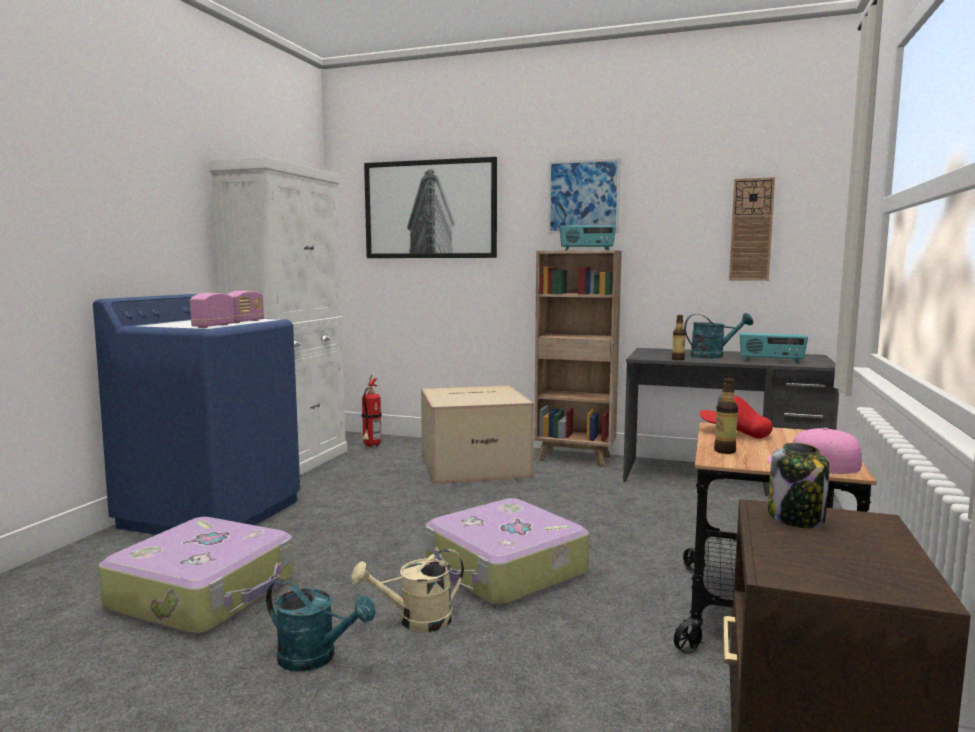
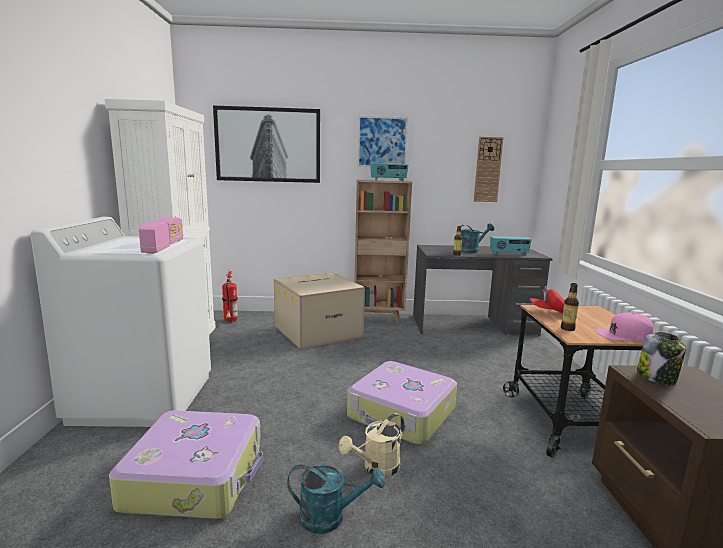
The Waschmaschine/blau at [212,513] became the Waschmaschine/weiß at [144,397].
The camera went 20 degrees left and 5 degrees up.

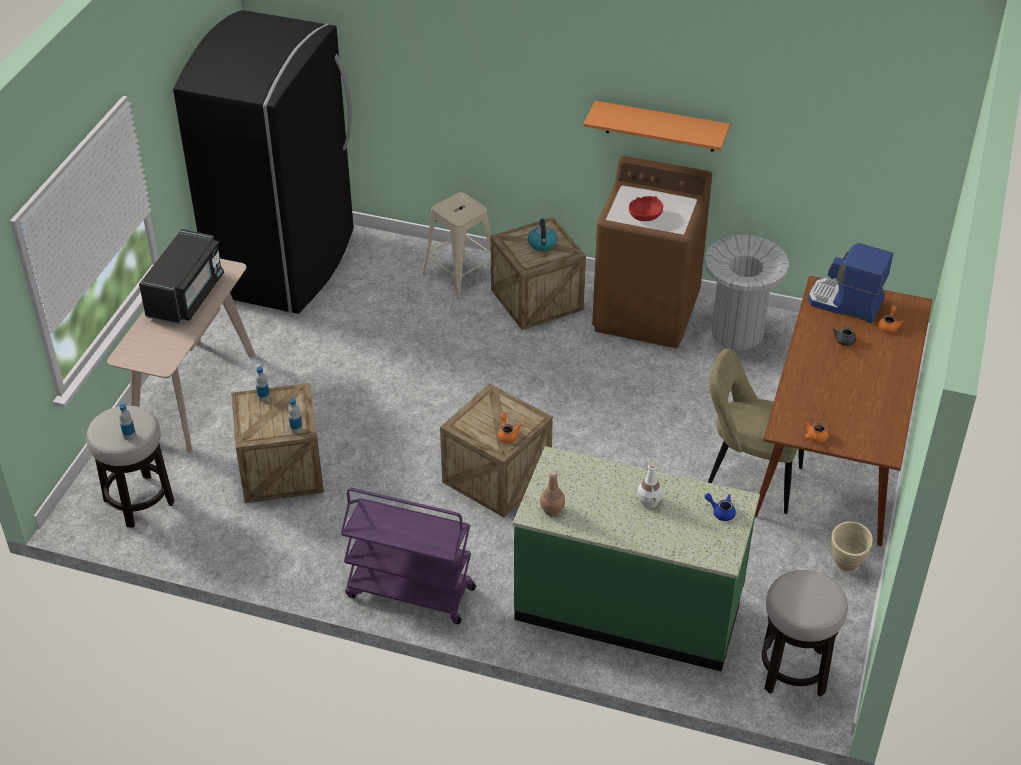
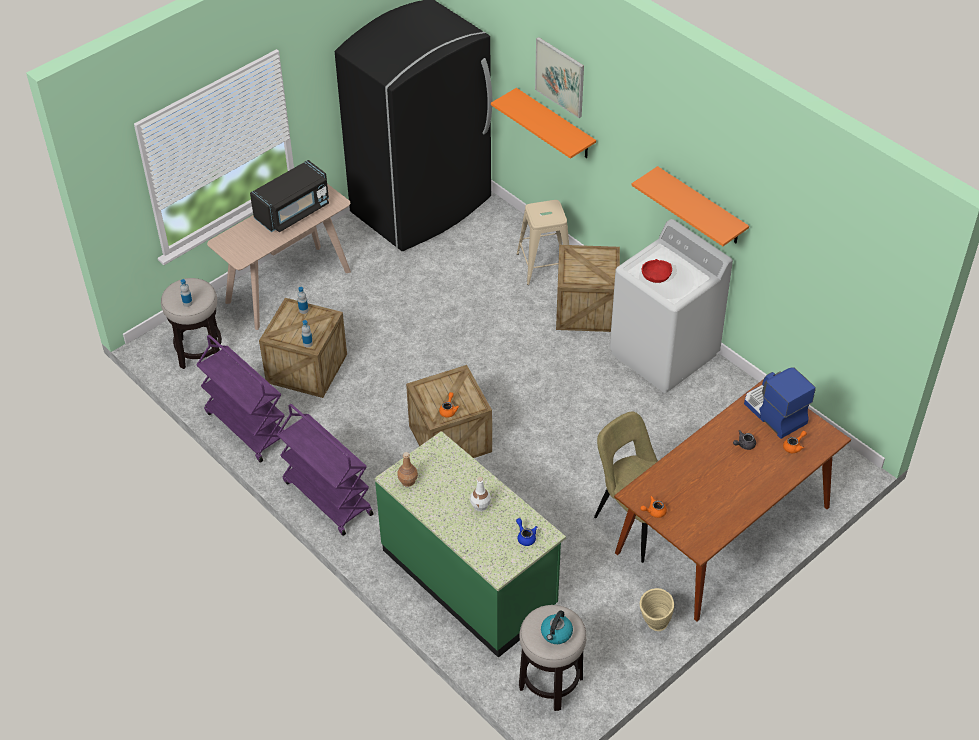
The Mülleimer/grau at [736,337] disappeared.
The Rollwagen/lila at [246,427] appeared.
The Wandregal/orange at [555,124] appeared.
The Bild at [560,77] appeared.
The Wasserkessel moved from [542,244] to [556,634].
The Waschmaschine/braun at [647,312] became the Waschmaschine/weiß at [664,354].
The camera went 30 degrees right and 5 degrees up.

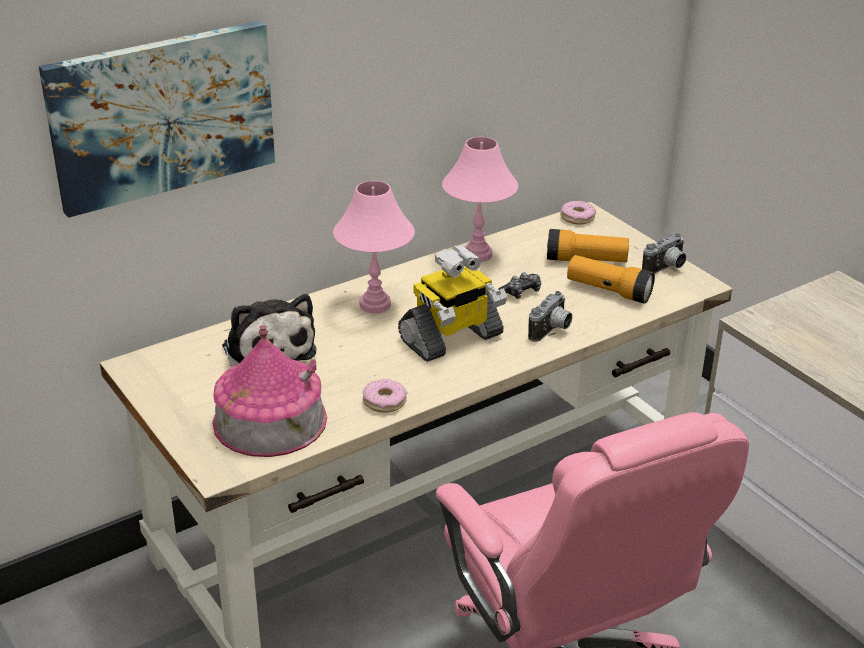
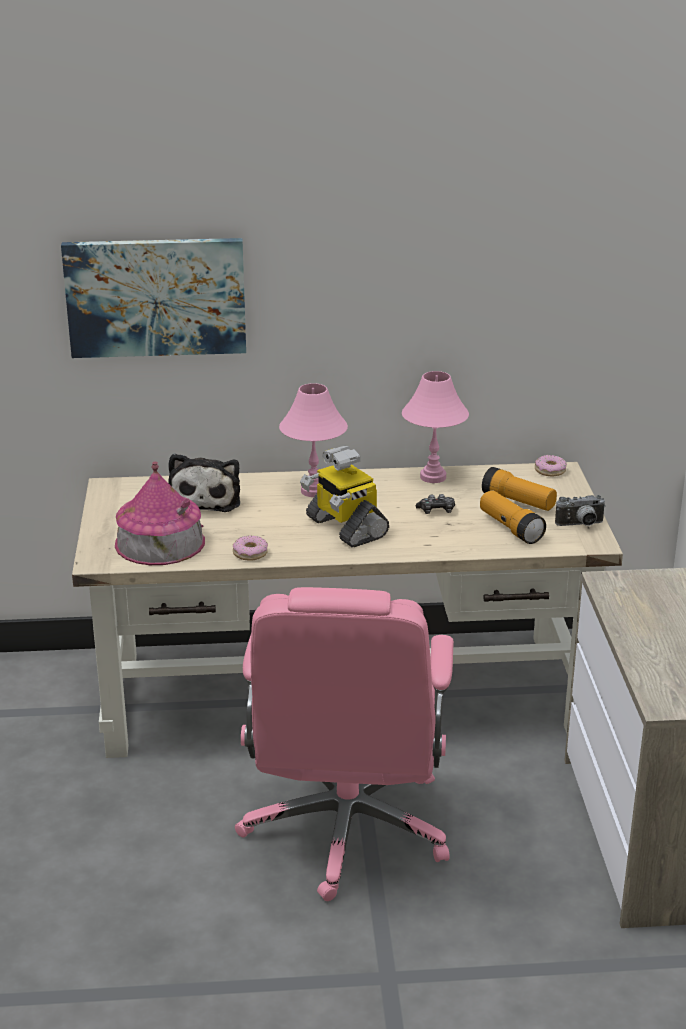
The Kamera at [552,331] disappeared.
The Spielzeugroboter at [451,339] turned 60 degrees clockwise.
The camera went 30 degrees right and 5 degrees down.

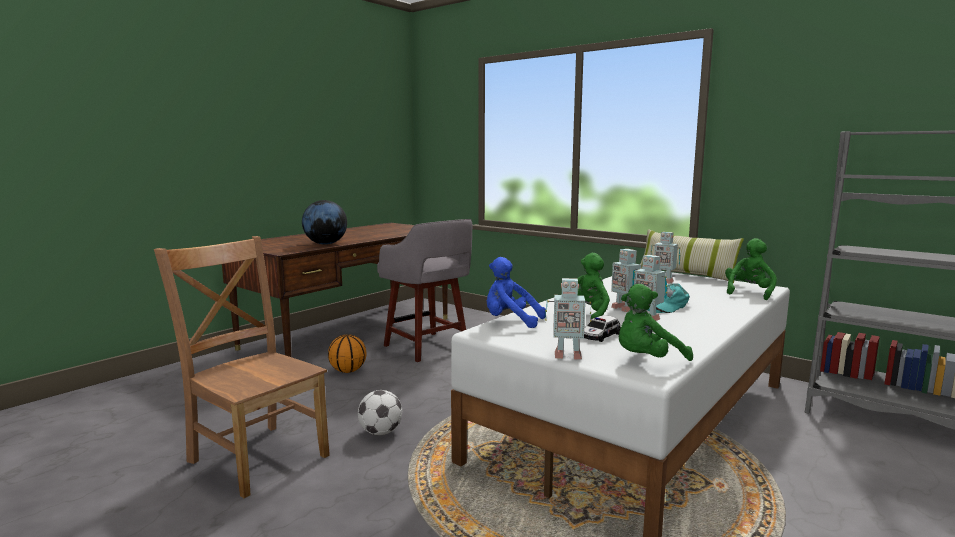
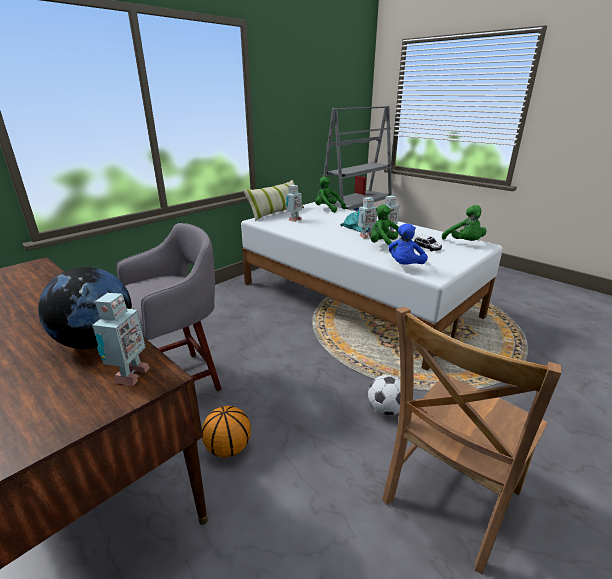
The Spielzeugroboter moved from [566,355] to [129,376].
The camera went 85 degrees left and 15 degrees up.

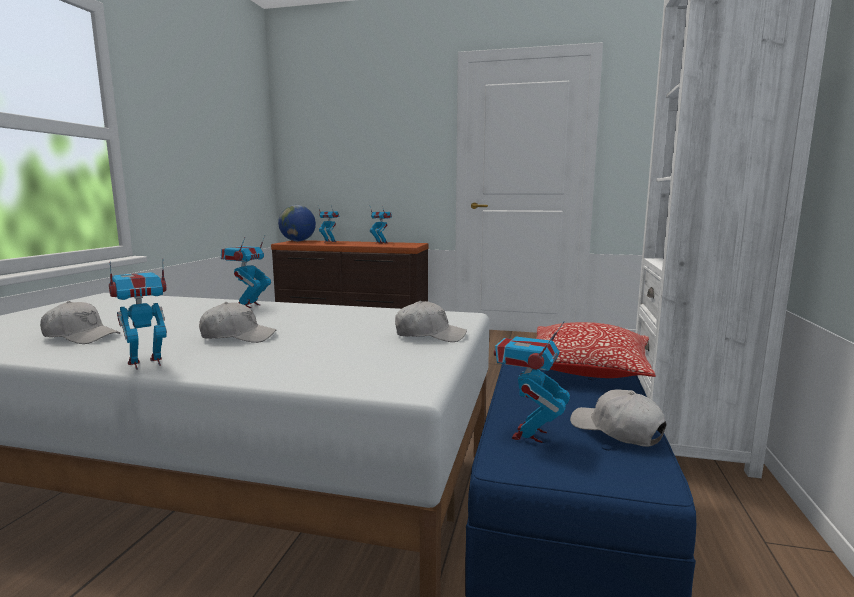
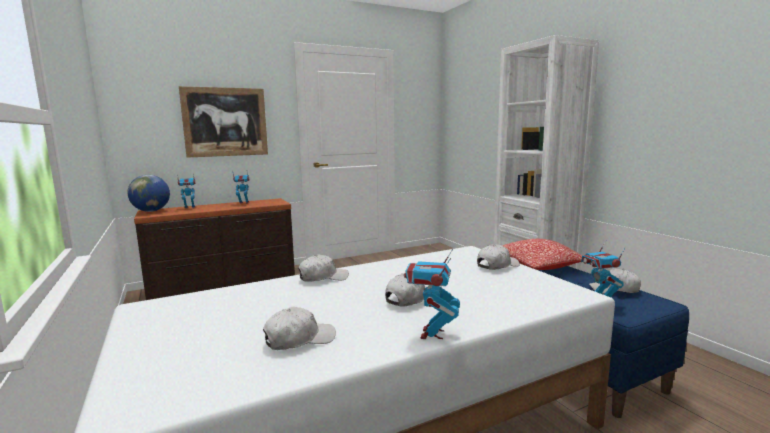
The Bild at [225,122] appeared.
The Spielzeugroboter at [248,305] was replaced by the Kappe/weiß at [323,277].
The camera went 40 degrees left and 0 degrees up.

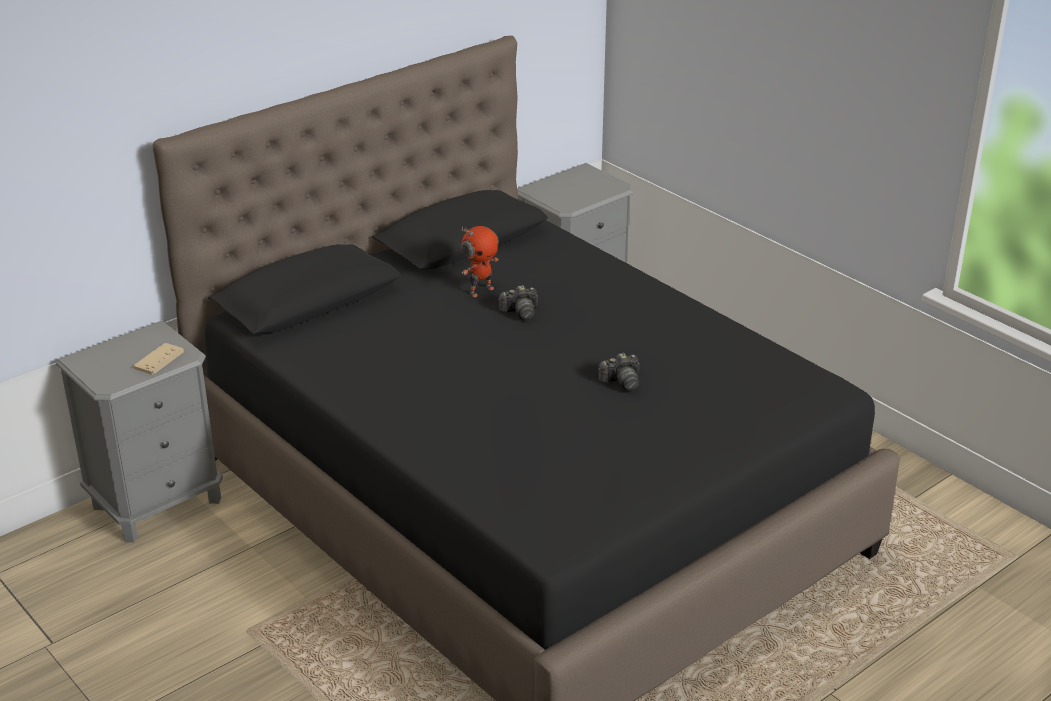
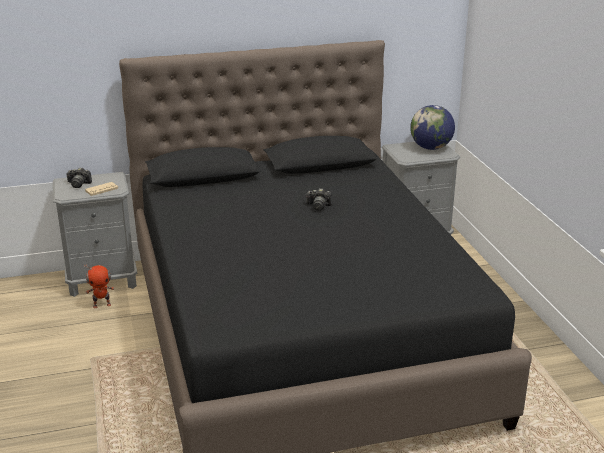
The Globus at [431,148] appeared.
The Spielzeugroboter moved from [480,290] to [102,305].
The Kamera moved from [621,382] to [79,184].
The camera went 25 degrees right and 5 degrees down.

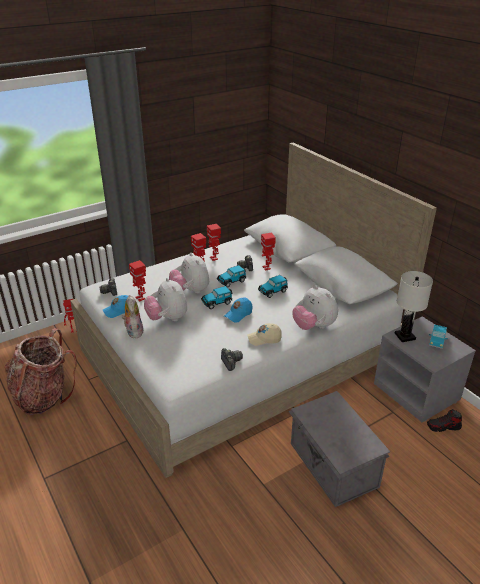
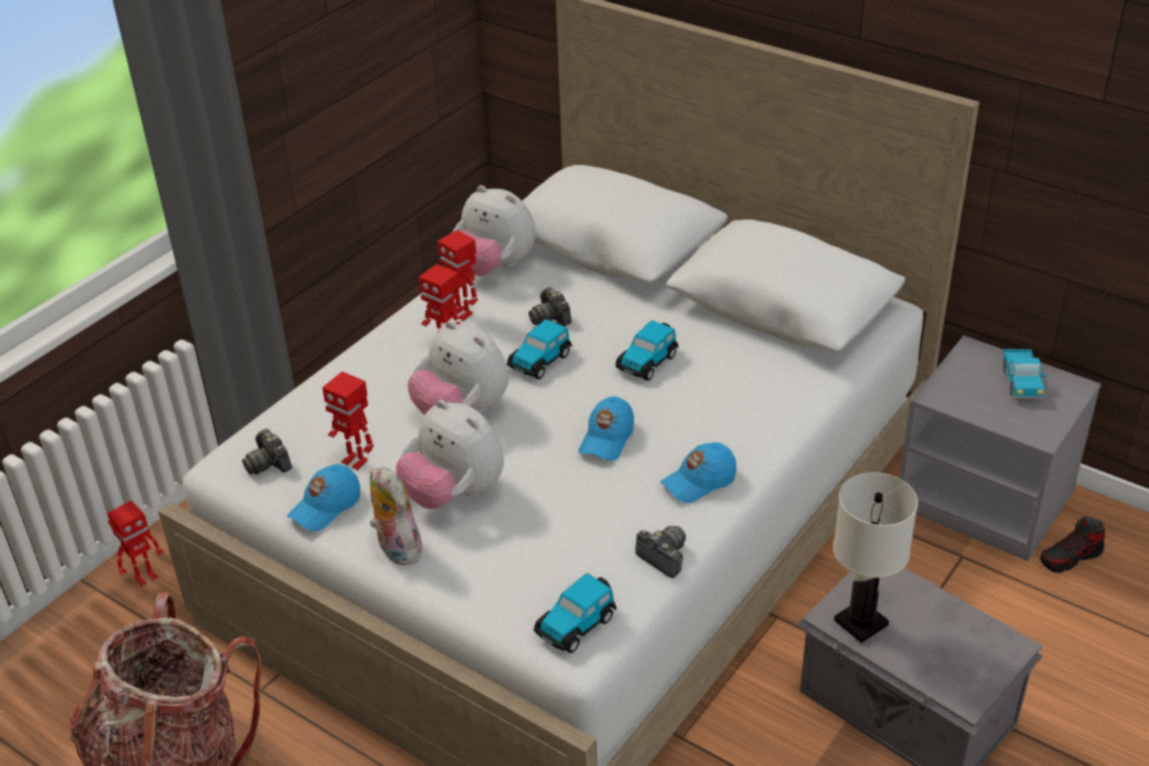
The Spielzeugroboter at [267,268] disappeared.
The Spielzeugauto moved from [217,302] to [577,624].
The Plüschtier moved from [313,326] to [494,267].
The Tischlampe/weiß moved from [404,336] to [861,623].
The Kappe/beige at [264,339] became the Kappe/blau at [699,481].
The camera went 20 degrees left and 5 degrees up.

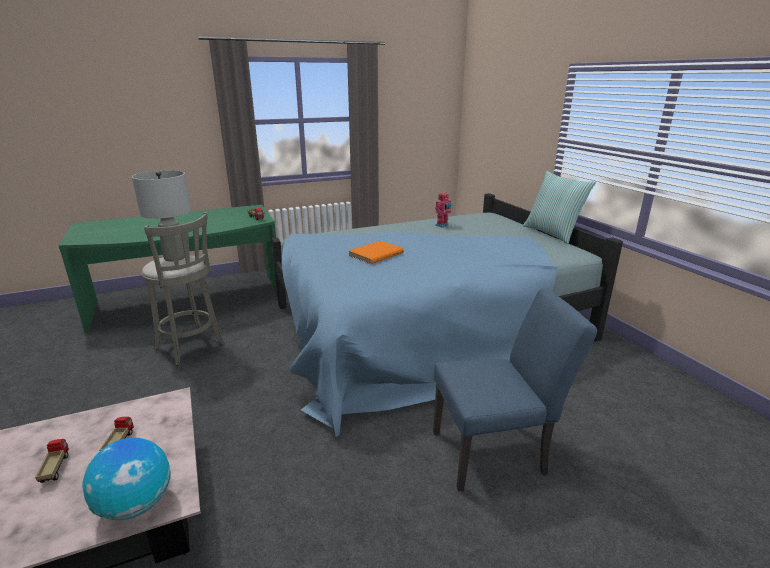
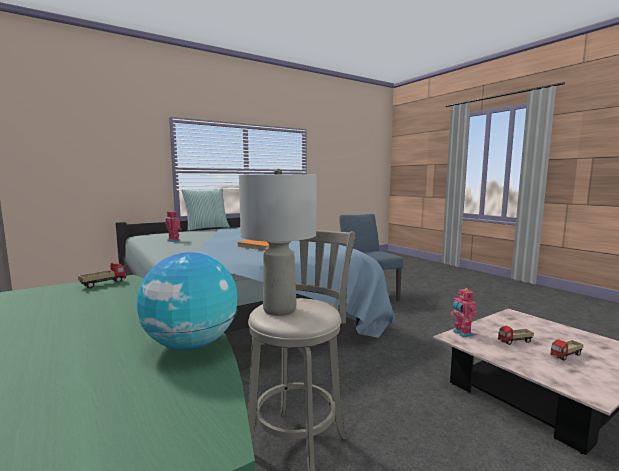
The Spielzeugroboter at [461,333] appeared.
The Globus moved from [136,505] to [192,344].
The camera went 100 degrees left and 15 degrees down.

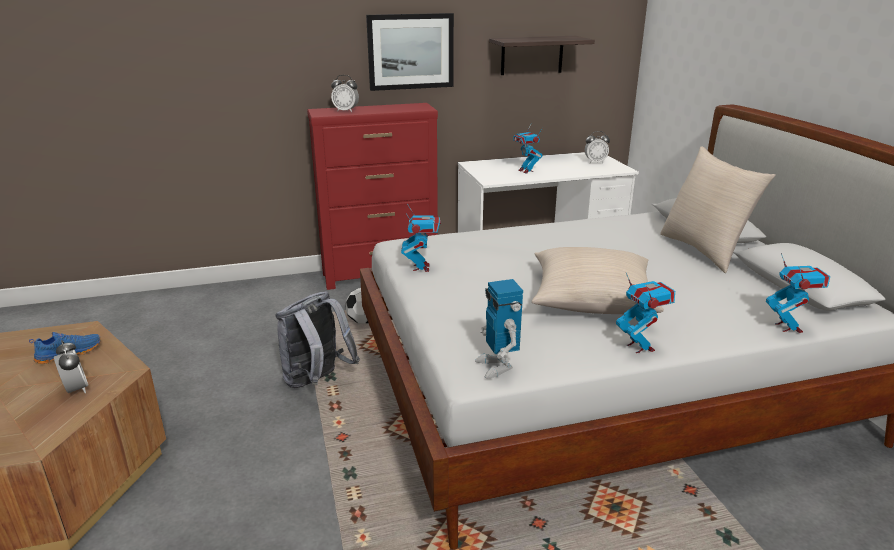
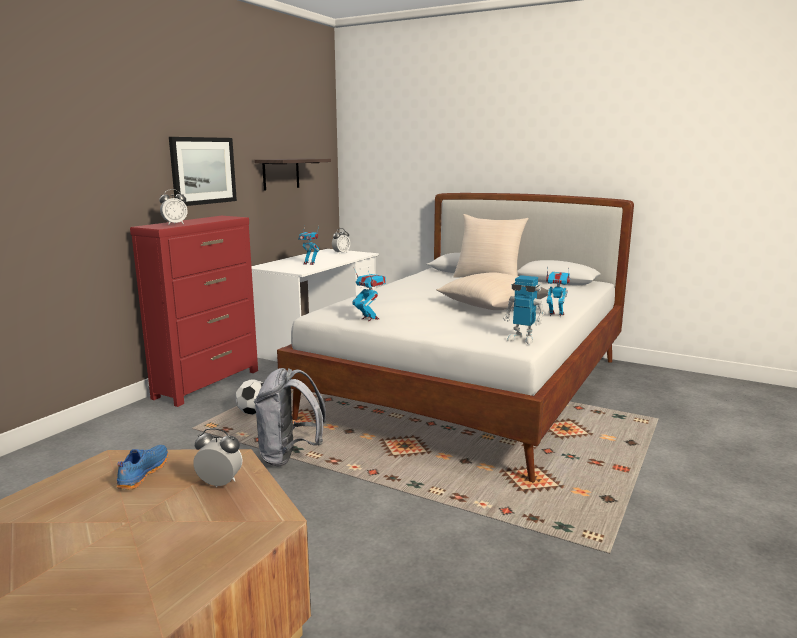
The Spielzeugroboter at [788,327] disappeared.
The camera went 45 degrees left and 10 degrees down.

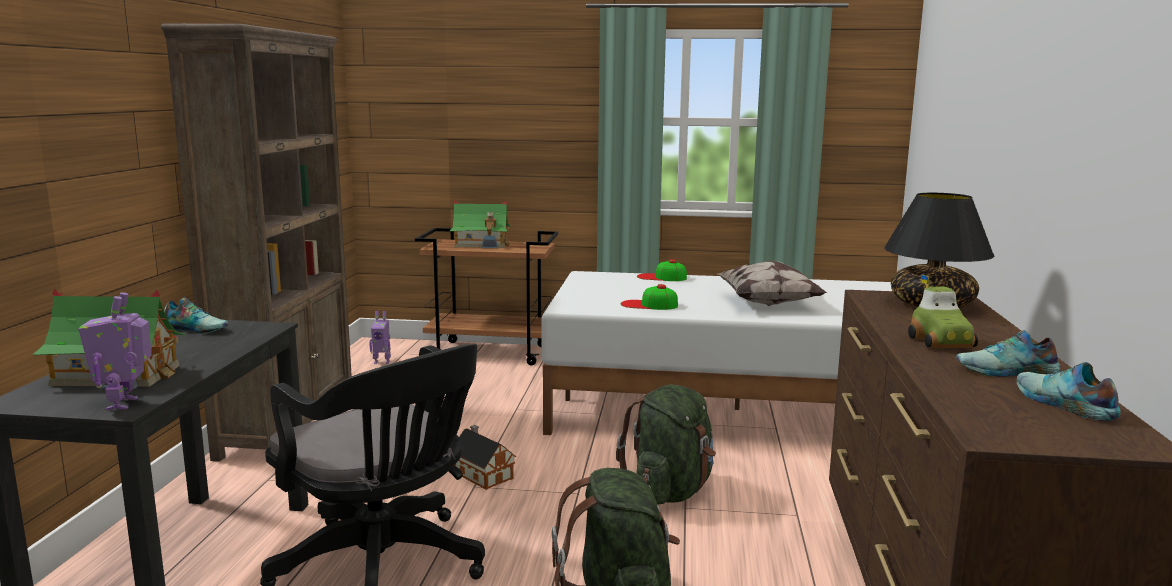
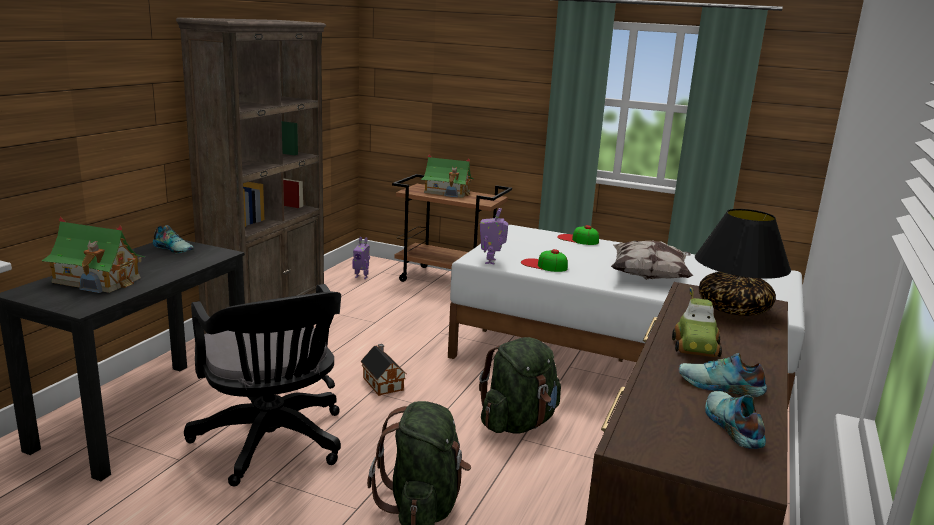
The Spielzeugroboter moved from [124,404] to [491,261].
The camera went 15 degrees right and 5 degrees up.

